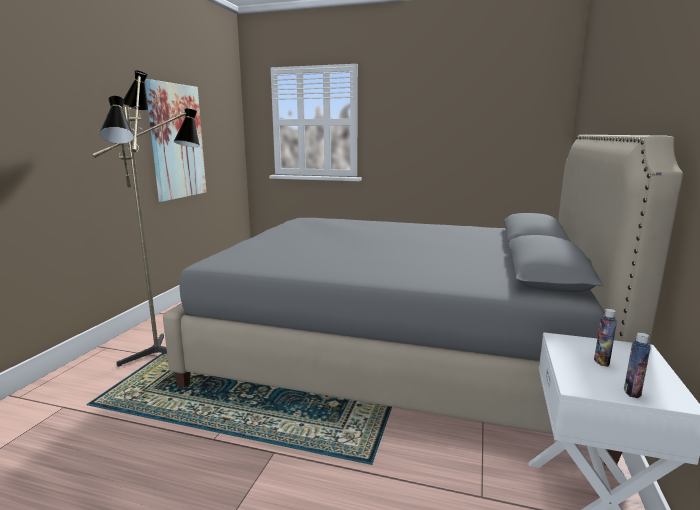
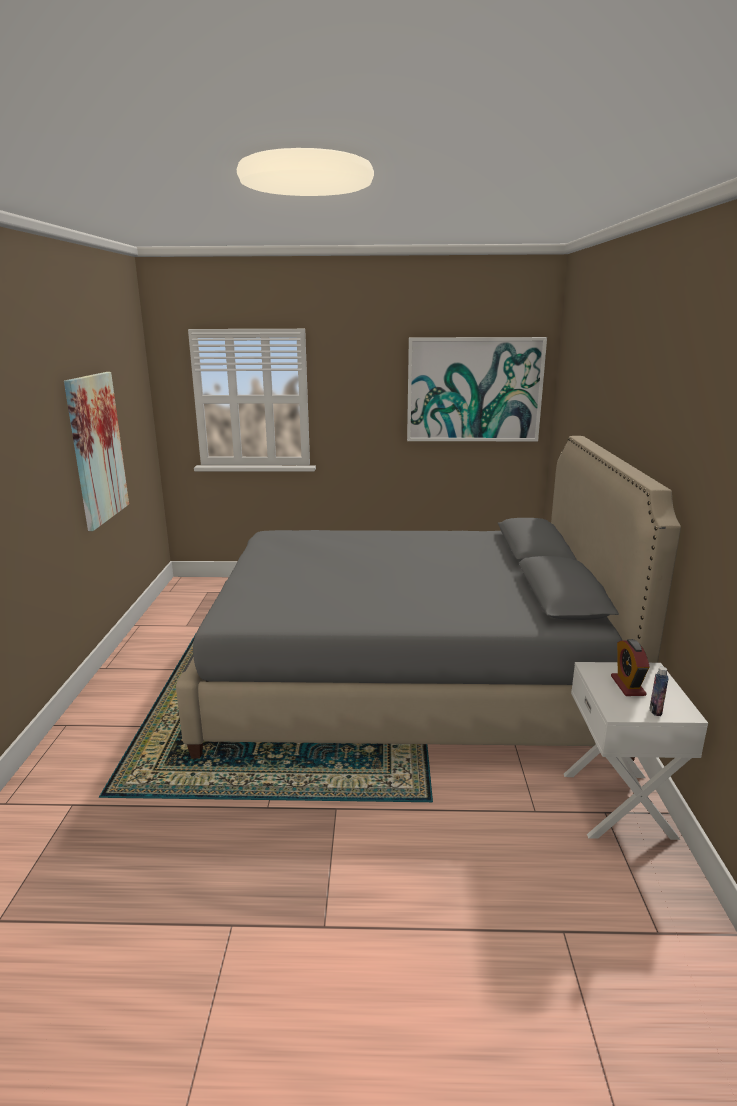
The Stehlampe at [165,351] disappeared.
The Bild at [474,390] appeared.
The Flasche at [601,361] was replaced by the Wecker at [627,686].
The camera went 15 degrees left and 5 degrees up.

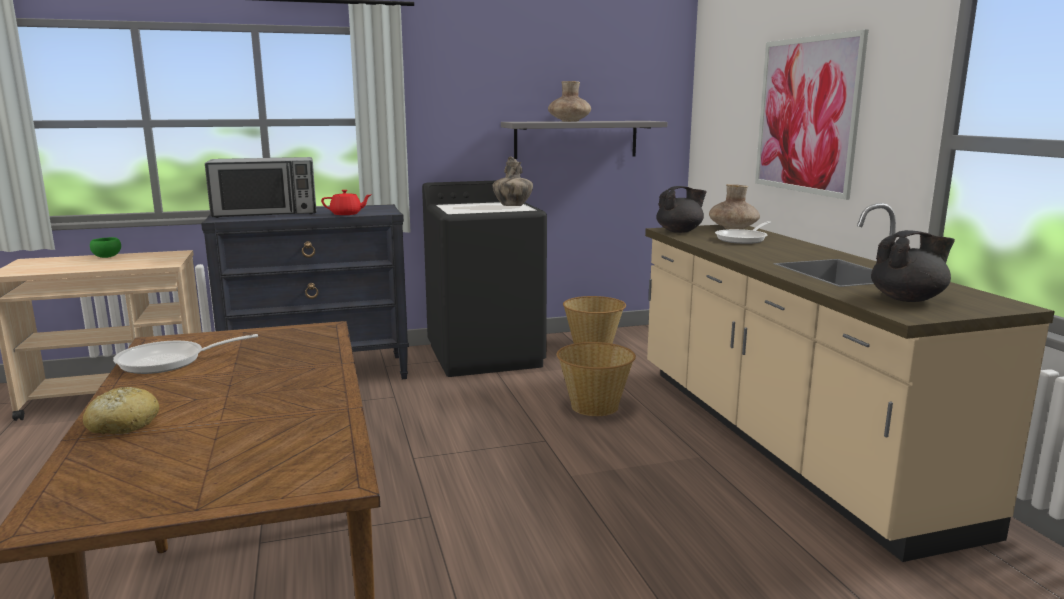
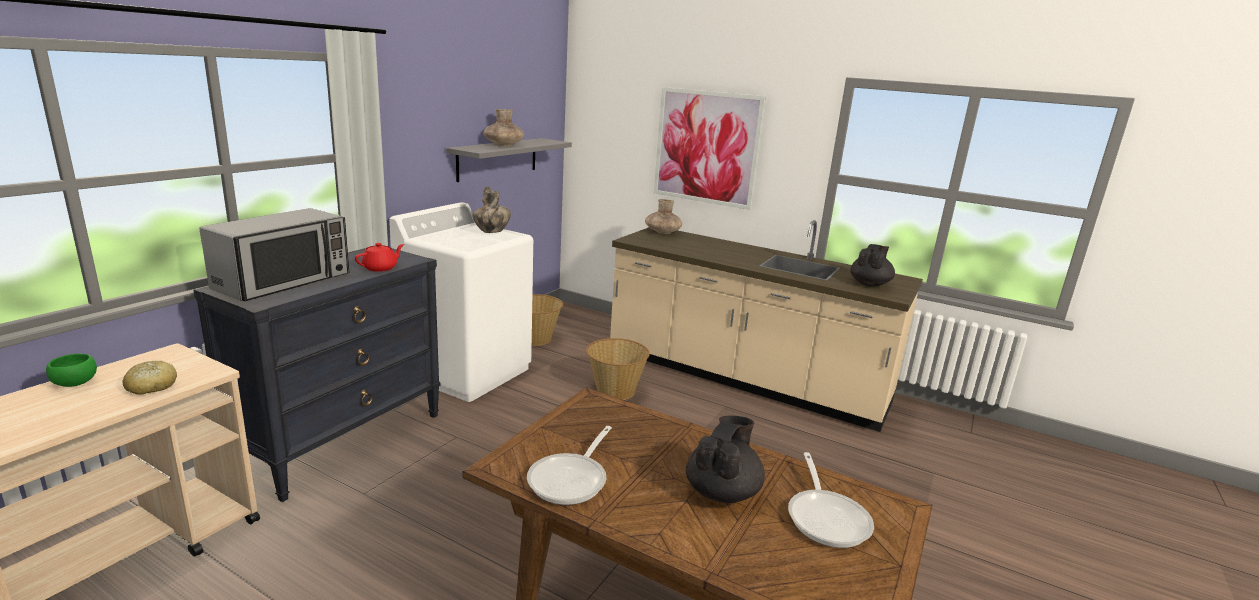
The Brot moved from [123,424] to [151,386].
The Teekanne/schwarz moved from [680,231] to [722,491].
The Pfanne moved from [743,239] to [827,518].
The Waschmaschine/schwarz at [485,355] became the Waschmaschine/weiß at [466,371].
The camera went 45 degrees left and 5 degrees up.

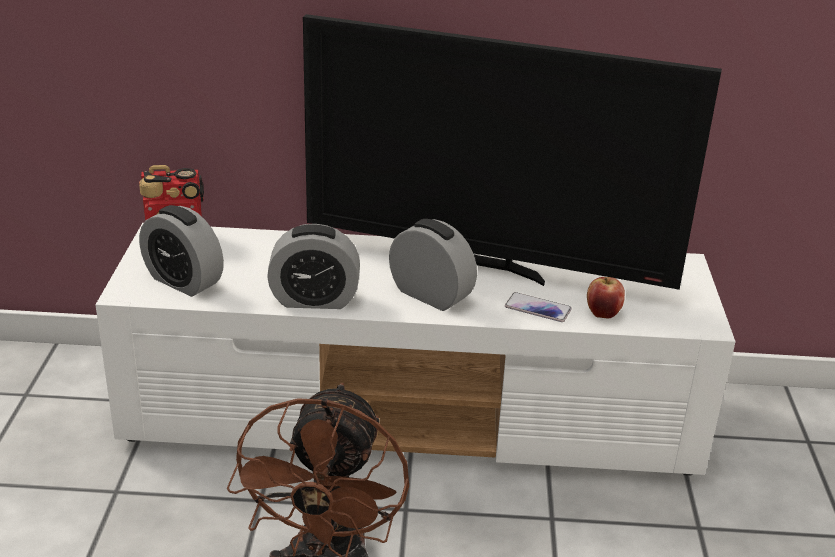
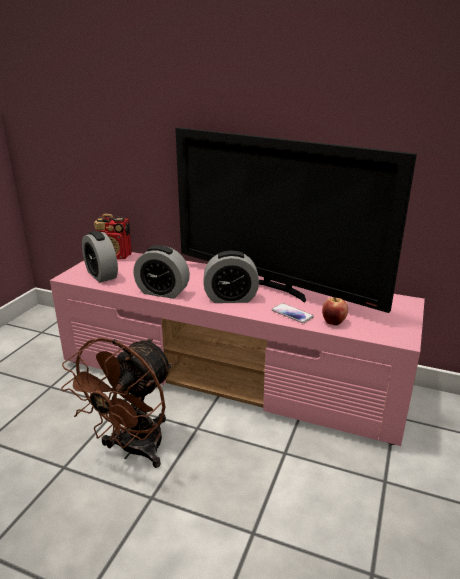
The Fernsehschrank/weiß at [415,415] became the Fernsehschrank/rosa at [232,376].
The Wecker at [430,295] turned 120 degrees clockwise.
The camera went 20 degrees right and 5 degrees down.

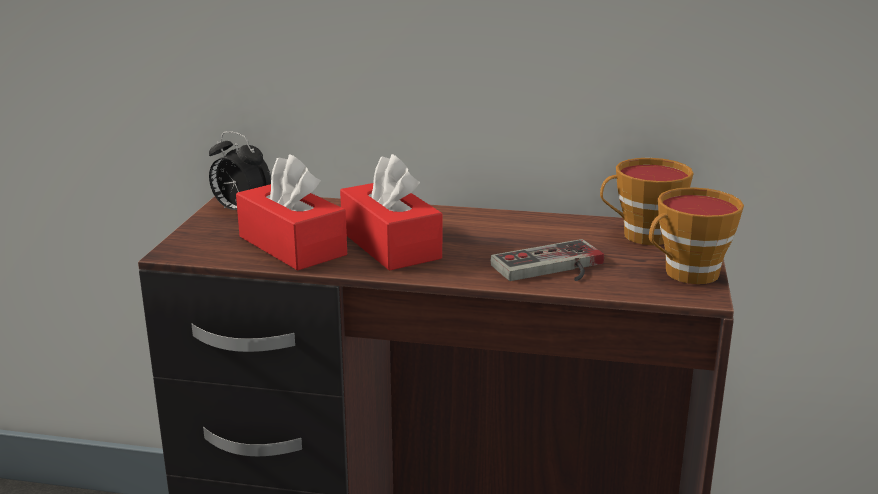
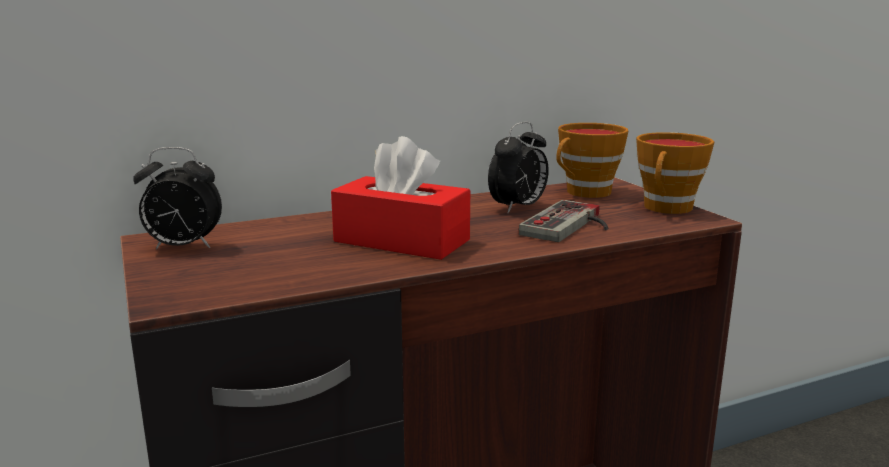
The Taschentuchbox/rot at [292,246] disappeared.
The Wecker at [518,208] appeared.
The camera went 35 degrees left and 5 degrees down.

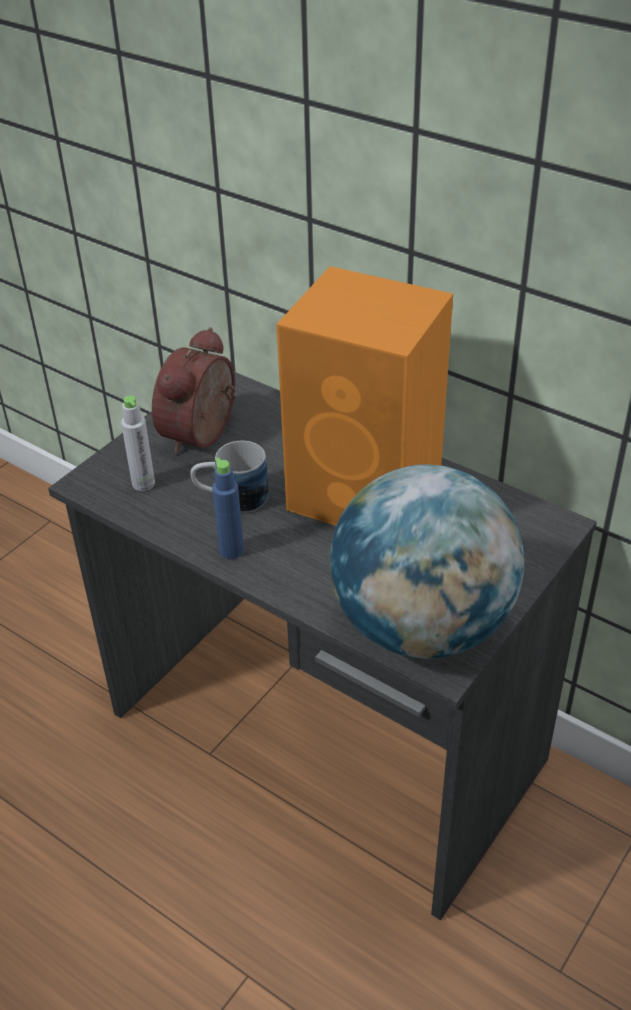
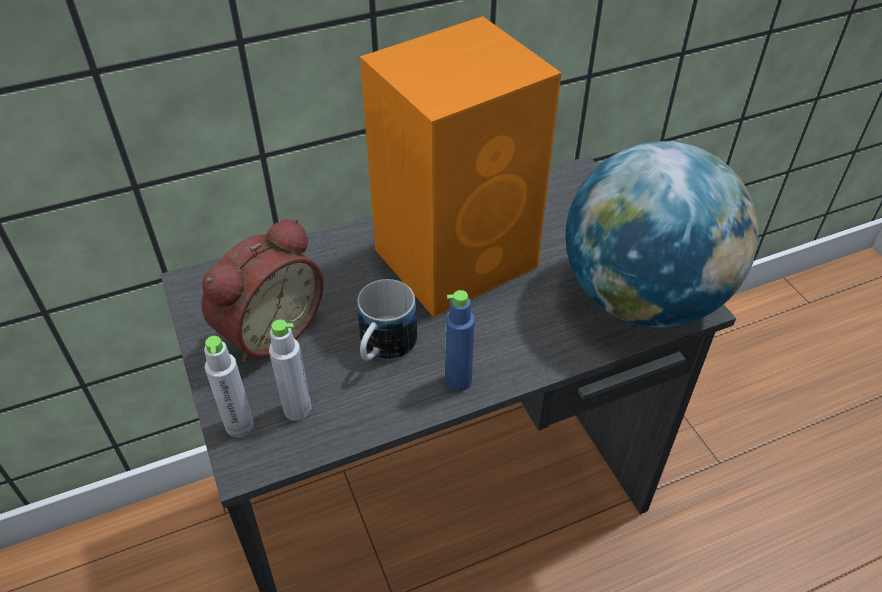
The Flasche/grau at [239,425] appeared.
The Wecker at [204,435] turned 105 degrees counterclockwise.
The camera went 60 degrees left and 5 degrees up.

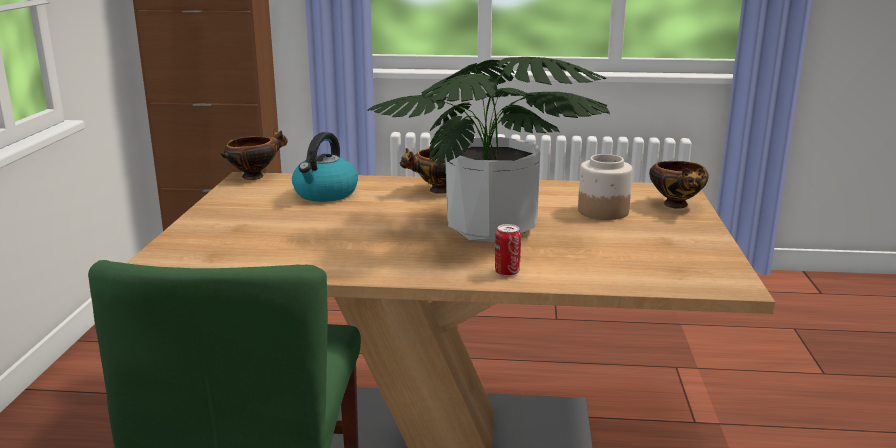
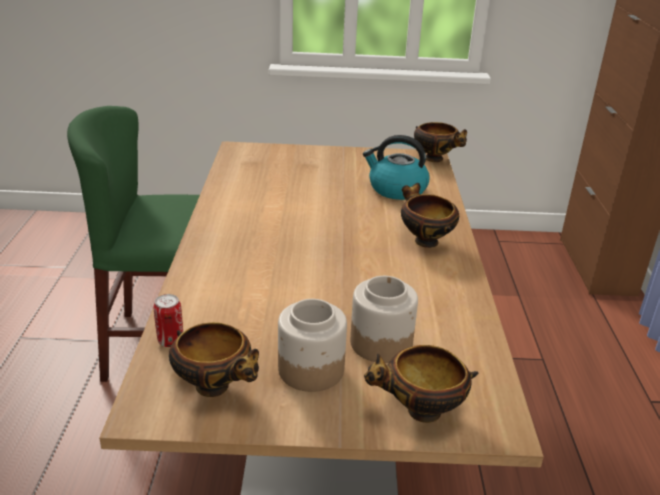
The Topfpflanze at [490,229] disappeared.
The Schüssel at [215,387] appeared.
The Vorratsglas at [310,369] appeared.
The Dose moved from [507,272] to [170,341].
The camera went 85 degrees right and 10 degrees up.

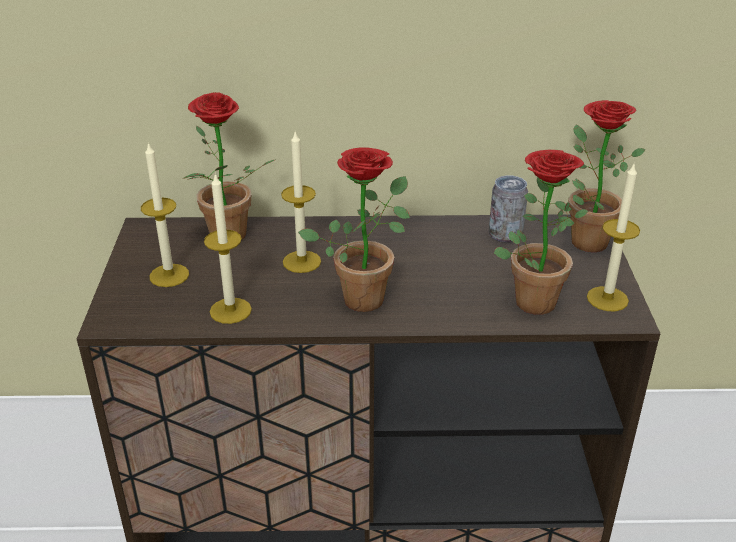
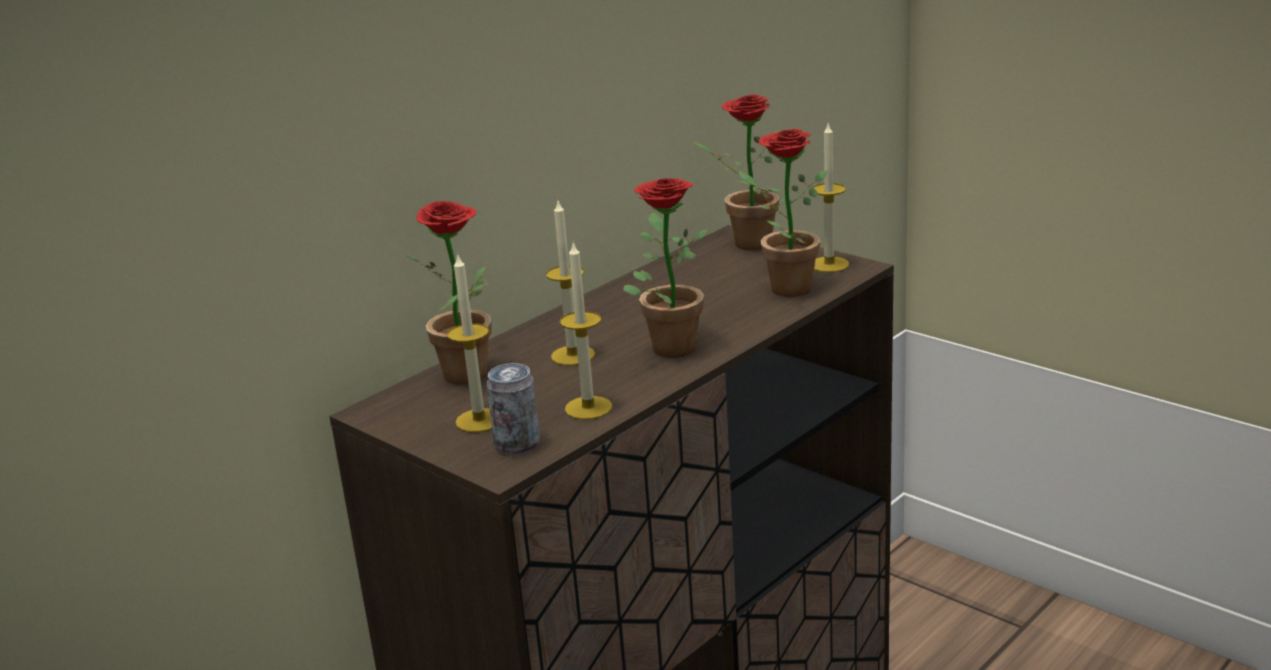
The Dose moved from [505,235] to [517,444].
The camera went 45 degrees left and 10 degrees down.

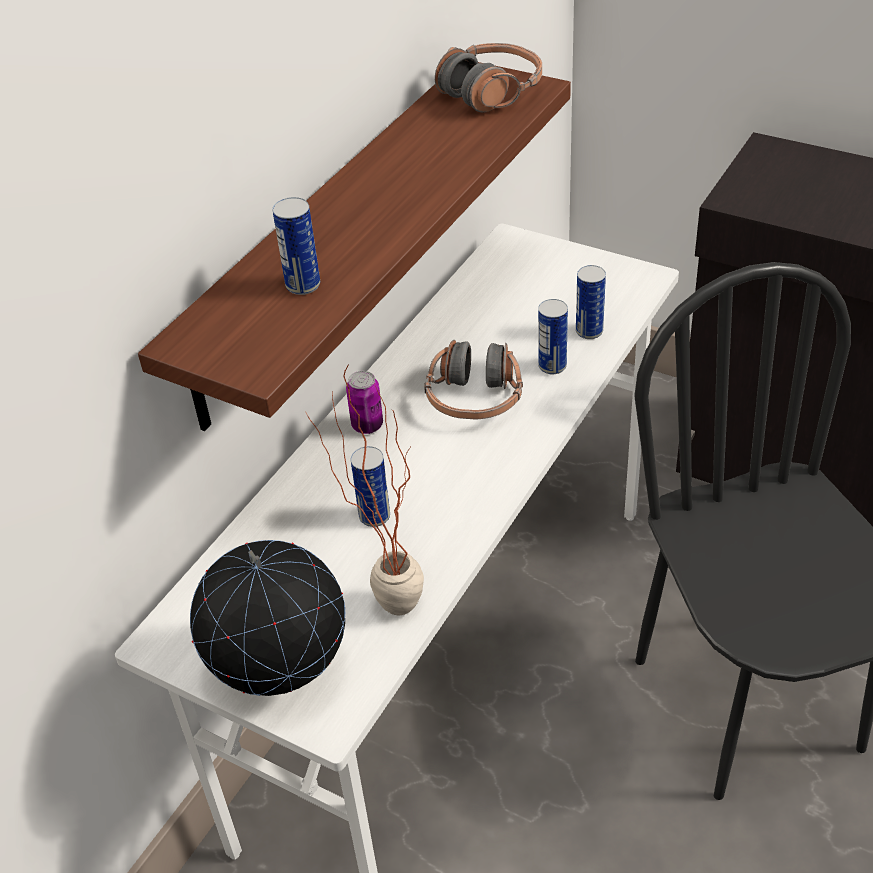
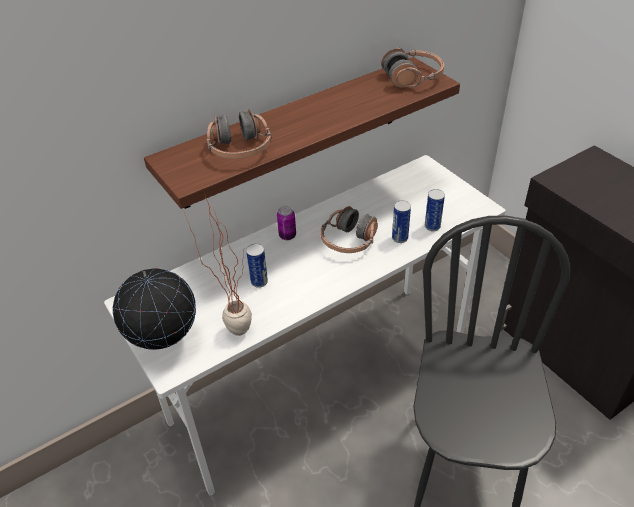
The Dose at [303,285] was replaced by the Kopfhörer at [240,148].
The camera went 25 degrees right and 0 degrees up.

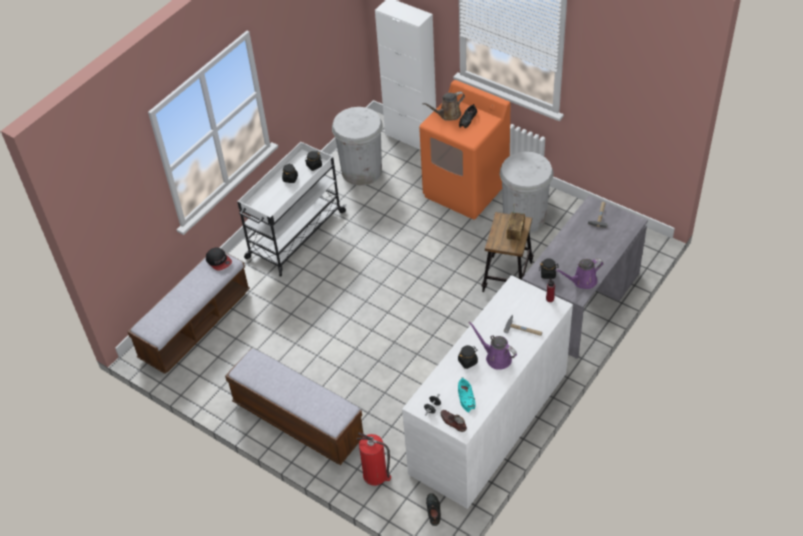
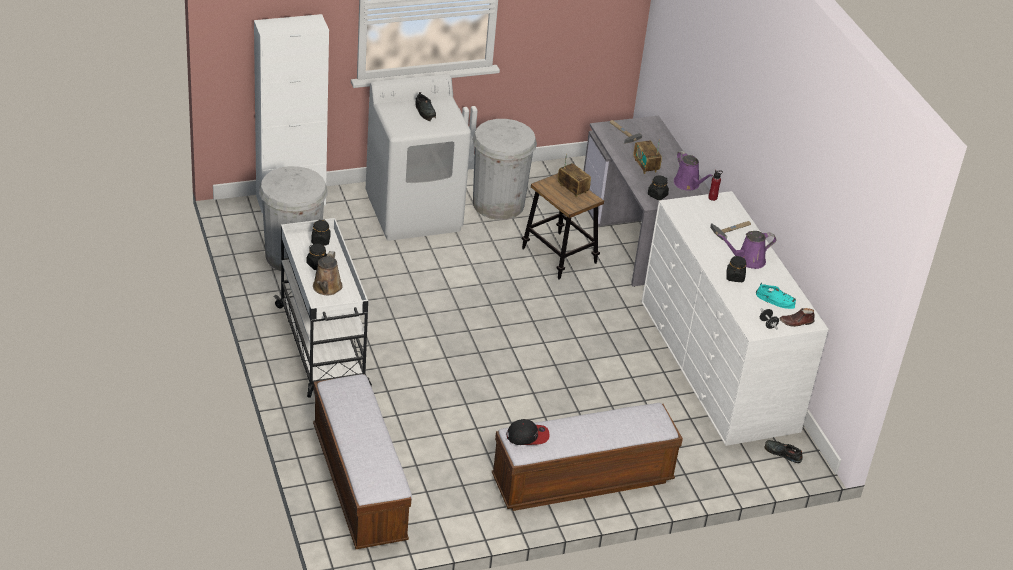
The Feuerlöscher at [376,475] disappeared.
The Radio at [646,166] appeared.
The Kappe moved from [219,261] to [528,436].
The Gießkanne/braun moved from [448,115] to [326,288].
The Waschmaschine/orange at [466,190] became the Waschmaschine/weiß at [414,213].
The Gießkanne/lila at [582,281] turned 45 degrees counterclockwise.
The camera went 60 degrees left and 10 degrees down.

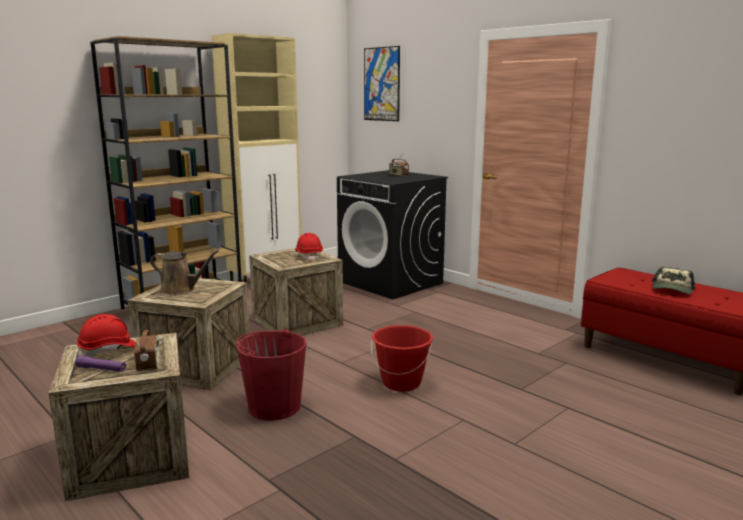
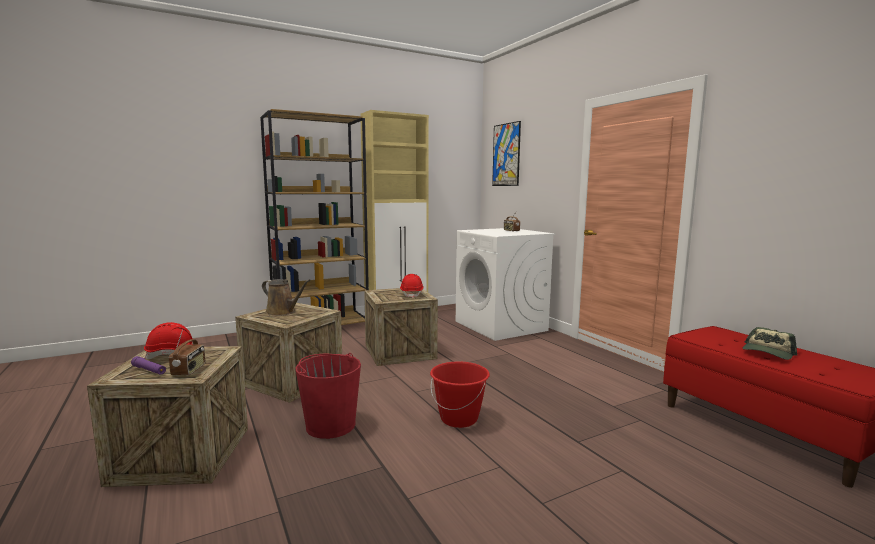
The Waschmaschine/schwarz at [391,282] became the Waschmaschine/weiß at [501,326].
The camera went 15 degrees right and 5 degrees down.

